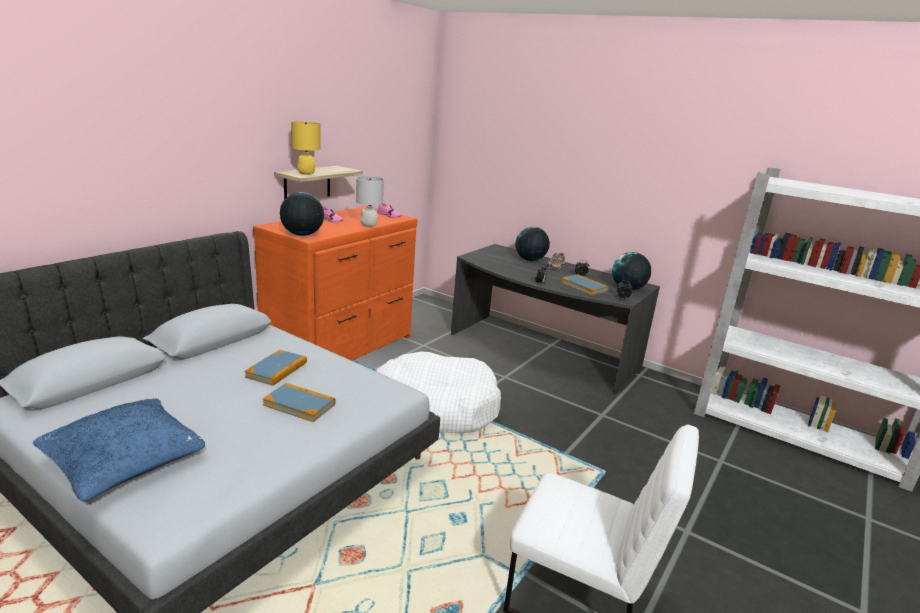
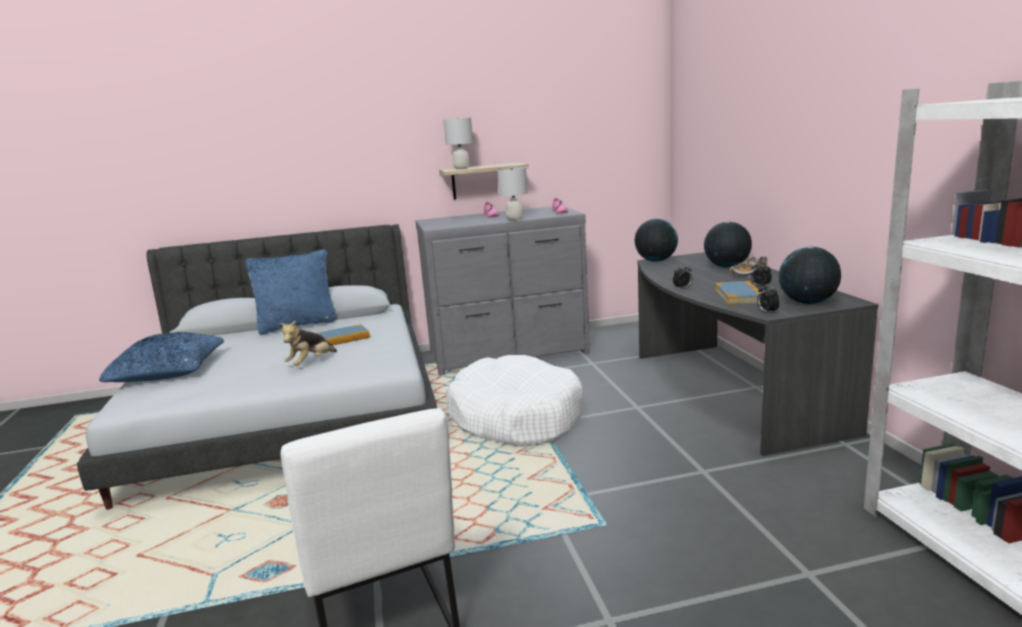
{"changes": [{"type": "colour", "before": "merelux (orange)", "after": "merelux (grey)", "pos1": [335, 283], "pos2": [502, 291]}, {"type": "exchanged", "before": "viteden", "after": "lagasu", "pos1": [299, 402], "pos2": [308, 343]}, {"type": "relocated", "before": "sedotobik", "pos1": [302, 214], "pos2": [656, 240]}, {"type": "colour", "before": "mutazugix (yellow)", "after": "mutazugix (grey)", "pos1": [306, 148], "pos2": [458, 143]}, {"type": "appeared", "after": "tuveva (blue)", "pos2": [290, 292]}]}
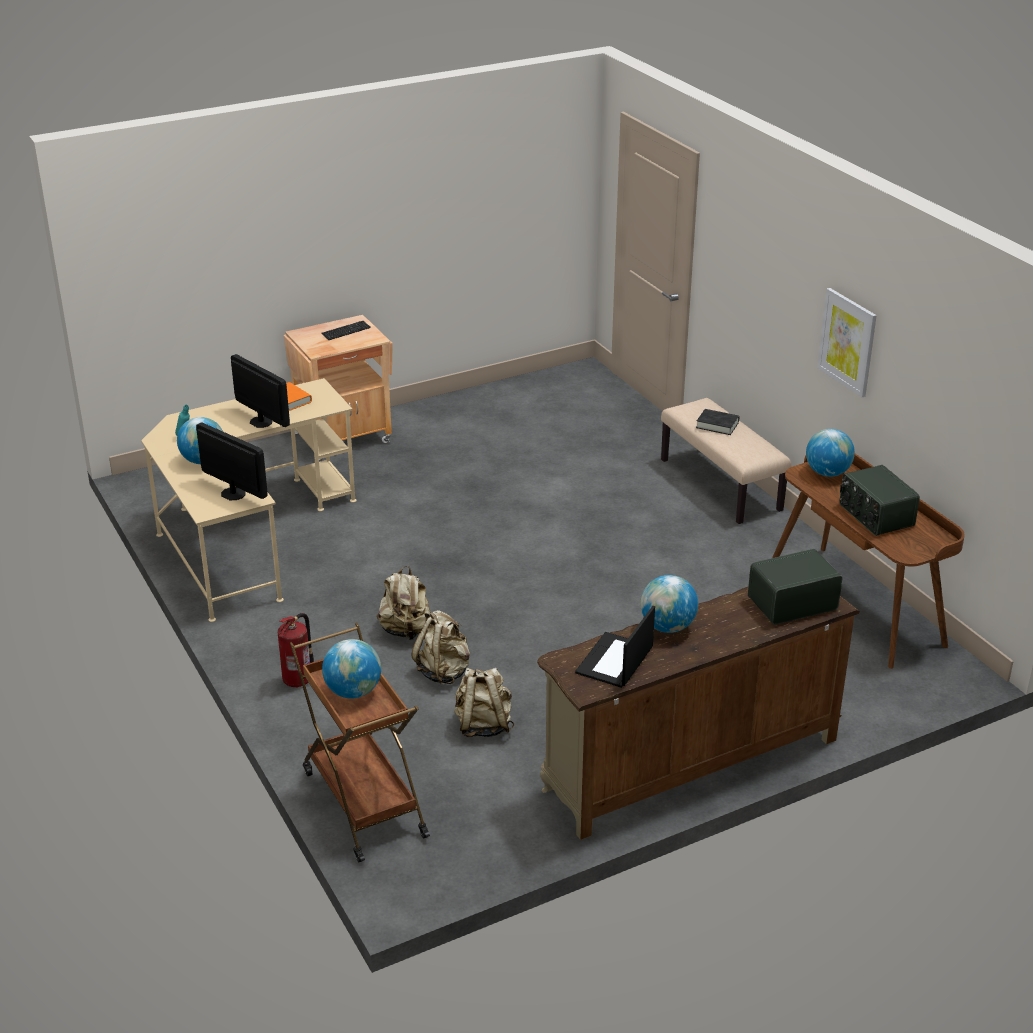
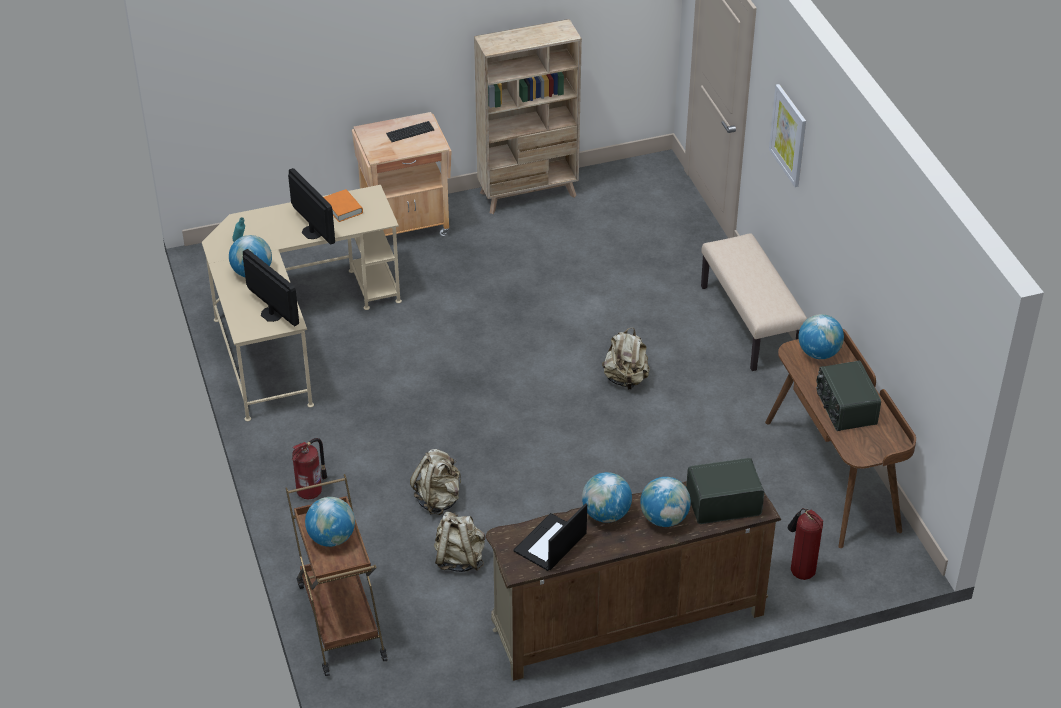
{"changes": [{"type": "relocated", "before": "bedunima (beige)", "pos1": [404, 603], "pos2": [626, 359]}, {"type": "missing", "before": "viteden (black)", "pos1": [717, 422]}, {"type": "relocated", "before": "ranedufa", "pos1": [847, 342], "pos2": [787, 135]}, {"type": "appeared", "after": "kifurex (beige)", "pos2": [528, 116]}, {"type": "appeared", "after": "sedotobik", "pos2": [665, 502]}, {"type": "appeared", "after": "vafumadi", "pos2": [805, 544]}]}
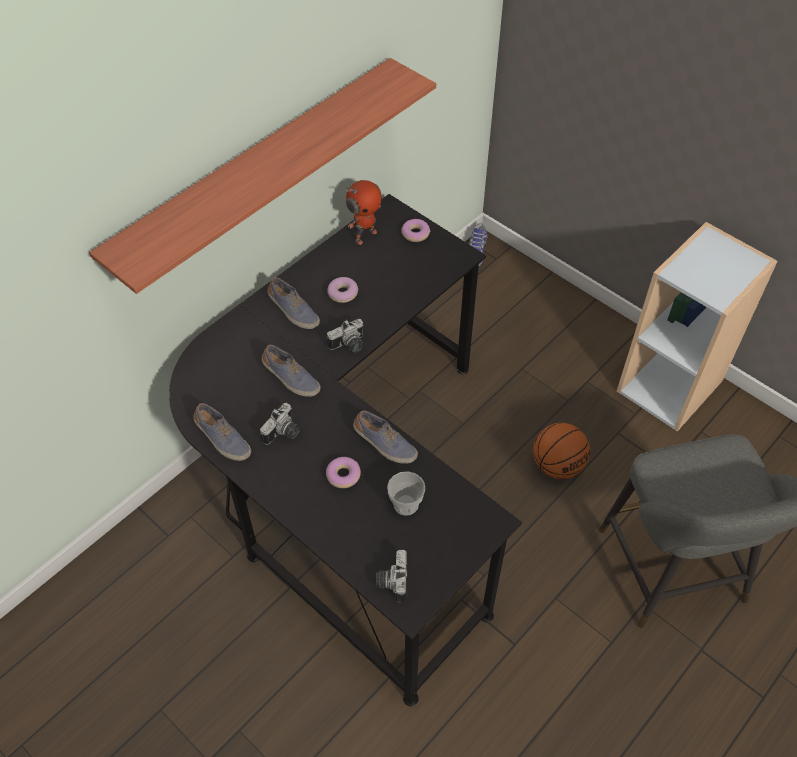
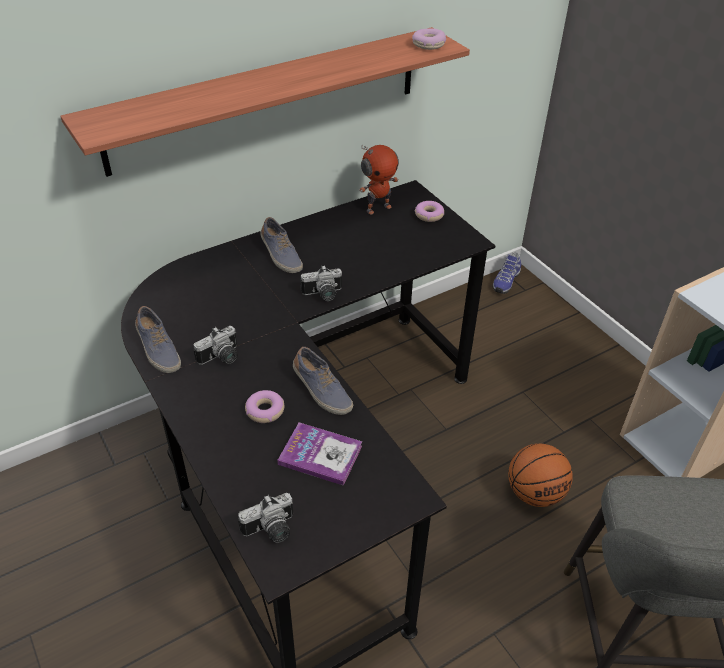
{"changes": [{"type": "missing", "before": "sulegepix", "pos1": [291, 371]}, {"type": "relocated", "before": "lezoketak", "pos1": [342, 290], "pos2": [429, 39]}, {"type": "spun", "before": "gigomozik", "pos1": [391, 576], "pos2": [265, 518], "turn": -135}, {"type": "exchanged", "before": "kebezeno", "after": "viteden", "pos1": [406, 493], "pos2": [319, 454]}]}
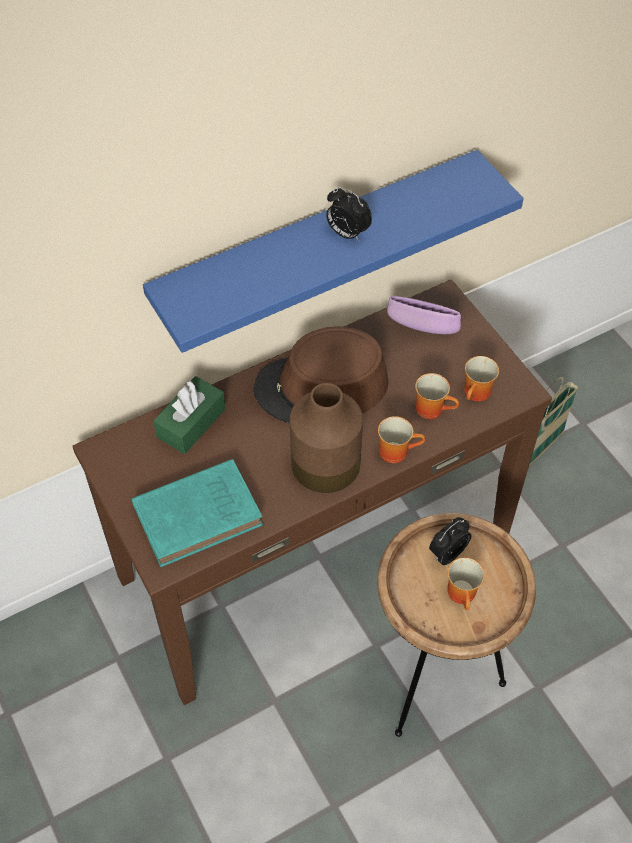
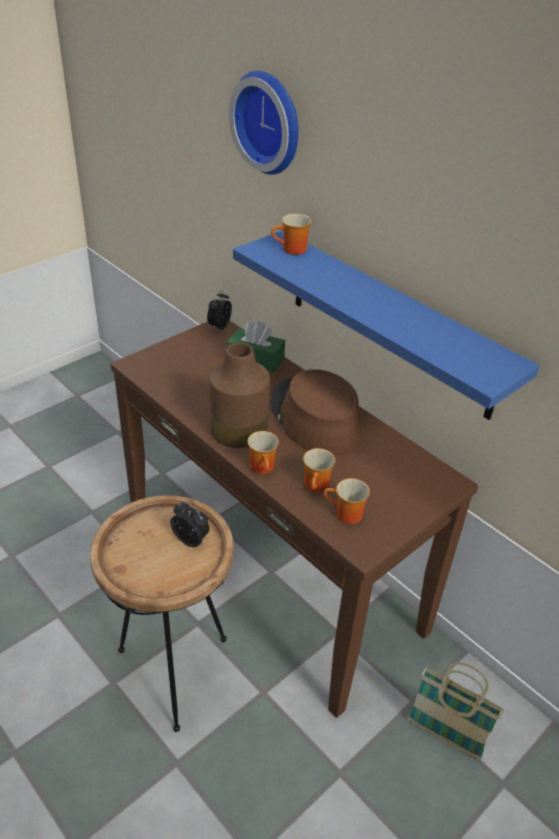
{"changes": [{"type": "missing", "before": "viteden (turquoise)", "pos1": [197, 513]}, {"type": "relocated", "before": "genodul", "pos1": [349, 214], "pos2": [219, 311]}, {"type": "missing", "before": "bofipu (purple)", "pos1": [424, 315]}, {"type": "relocated", "before": "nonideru", "pos1": [466, 584], "pos2": [291, 234]}, {"type": "appeared", "after": "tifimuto", "pos2": [264, 123]}]}
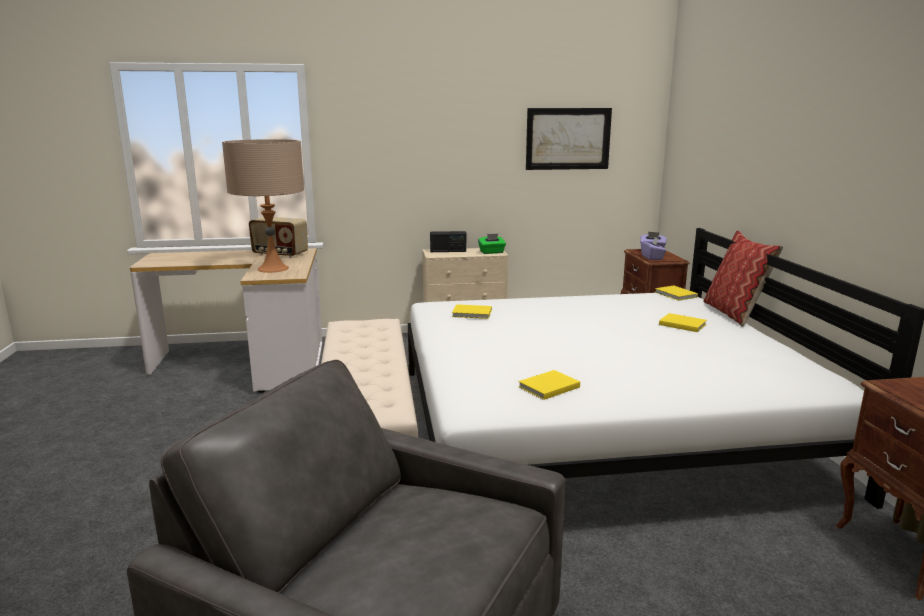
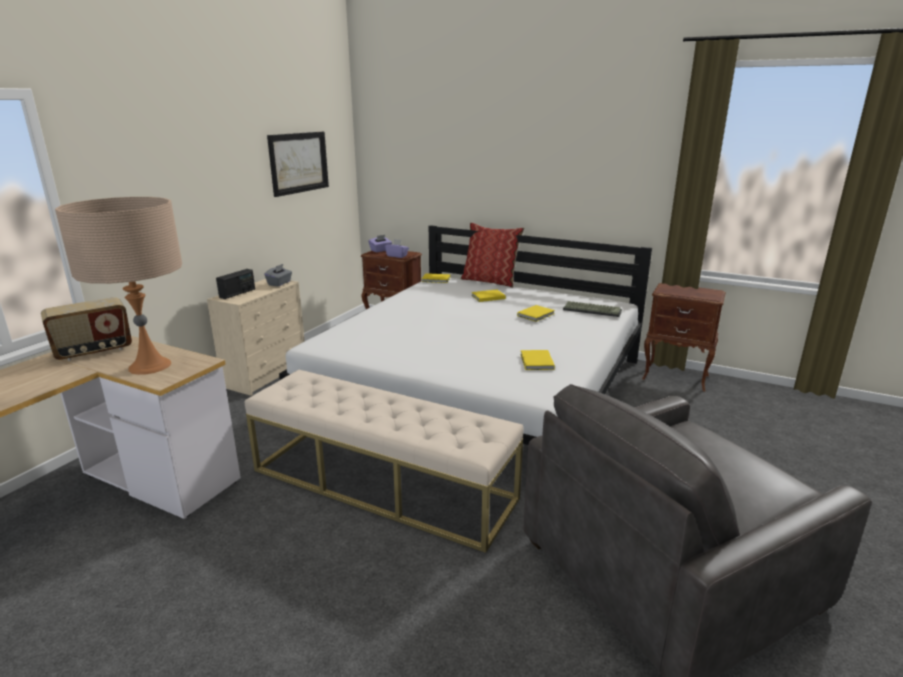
{"changes": [{"type": "relocated", "before": "viteden (yellow)", "pos1": [472, 311], "pos2": [536, 313]}, {"type": "colour", "before": "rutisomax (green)", "after": "rutisomax (grey)", "pos1": [492, 244], "pos2": [278, 275]}, {"type": "appeared", "after": "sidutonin", "pos2": [592, 309]}]}
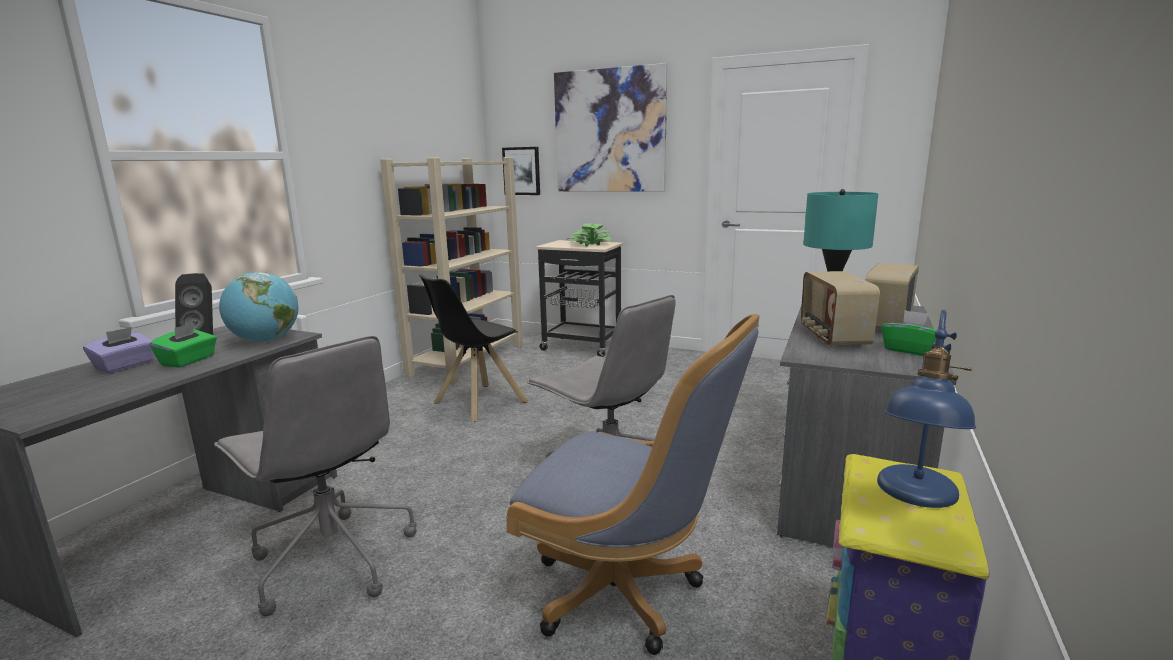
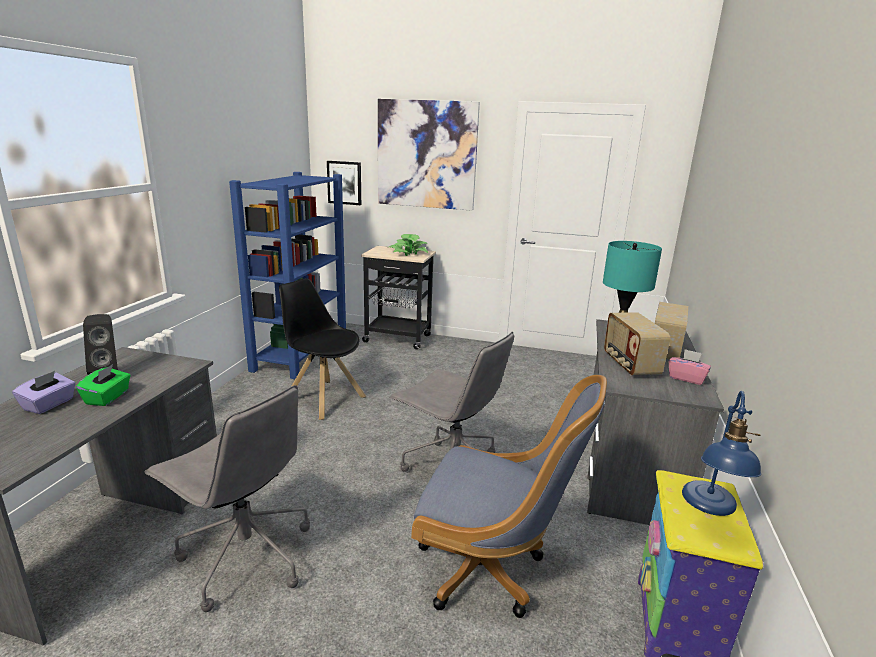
{"changes": [{"type": "missing", "before": "sedotobik", "pos1": [258, 307]}, {"type": "colour", "before": "kifurex (beige)", "after": "kifurex (blue)", "pos1": [451, 271], "pos2": [287, 275]}, {"type": "spun", "before": "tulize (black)", "pos1": [473, 348], "pos2": [322, 349], "turn": 90}, {"type": "colour", "before": "rutisomax (green)", "after": "rutisomax (pink)", "pos1": [908, 333], "pos2": [690, 367]}]}
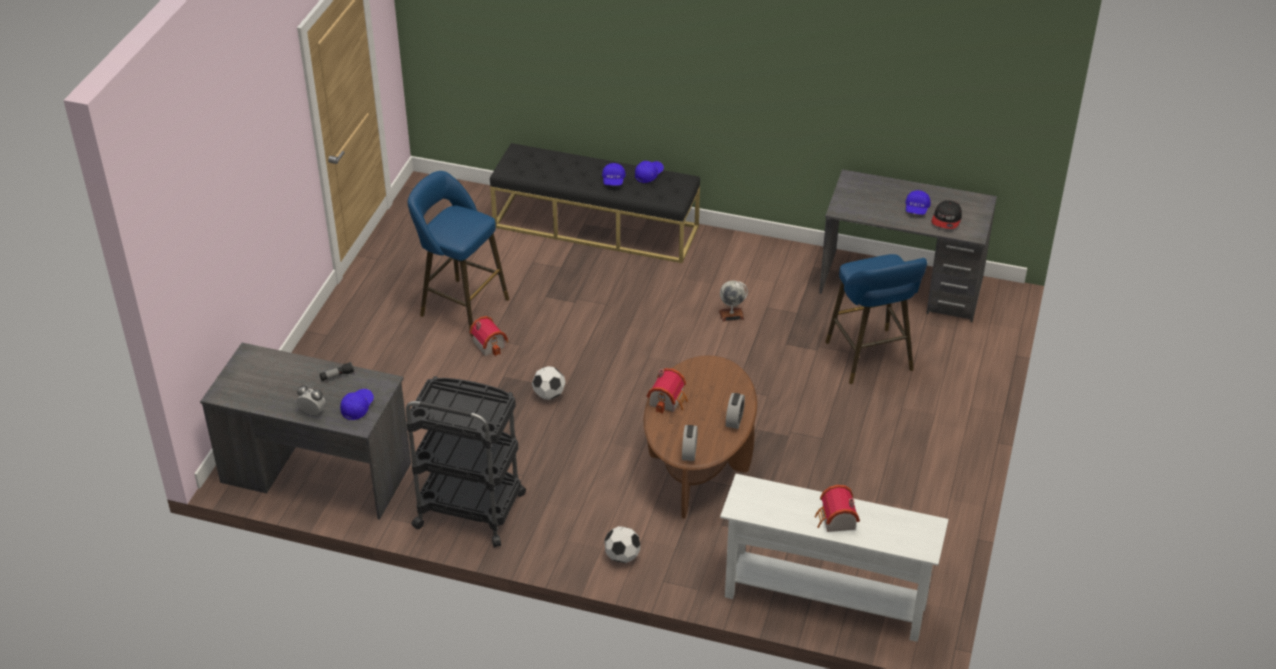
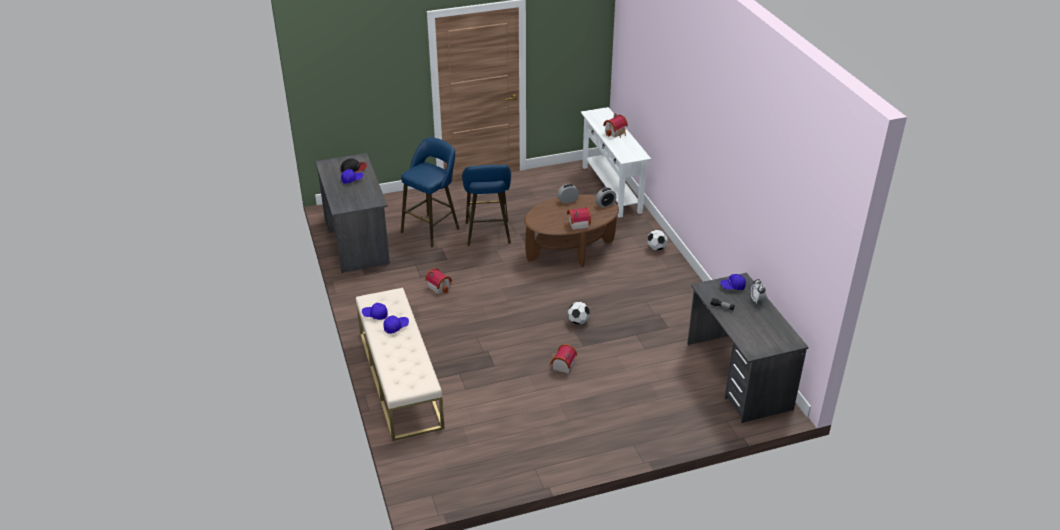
{"changes": [{"type": "missing", "before": "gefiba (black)", "pos1": [466, 461]}, {"type": "relocated", "before": "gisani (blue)", "pos1": [458, 254], "pos2": [486, 205]}, {"type": "colour", "before": "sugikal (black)", "after": "sugikal (beige)", "pos1": [595, 203], "pos2": [400, 364]}, {"type": "exchanged", "before": "sedotobik", "after": "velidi", "pos1": [733, 301], "pos2": [438, 281]}]}
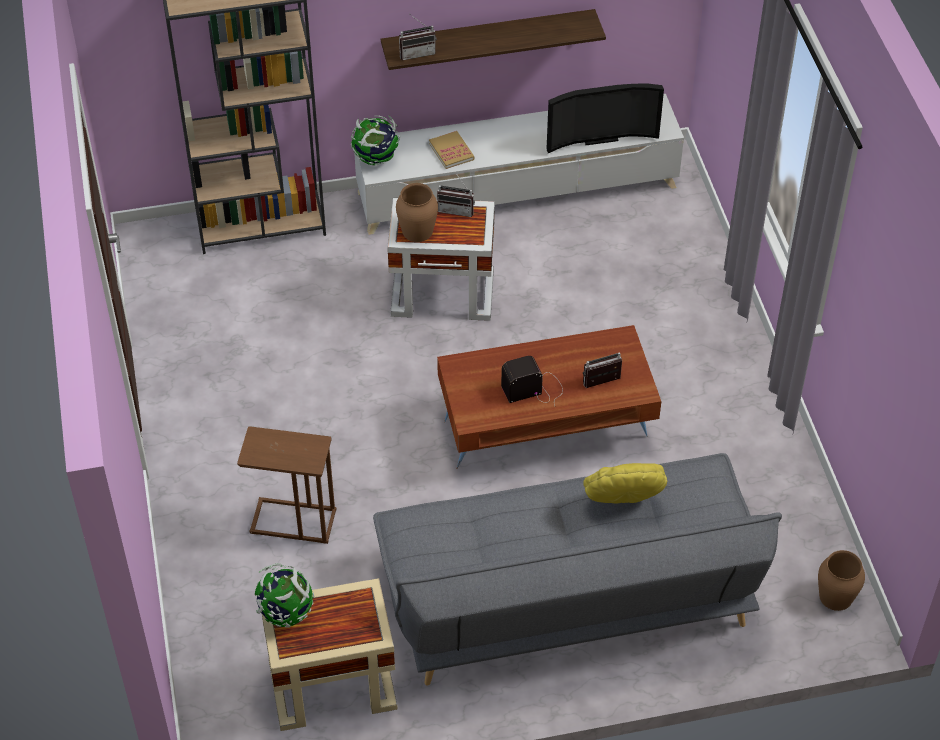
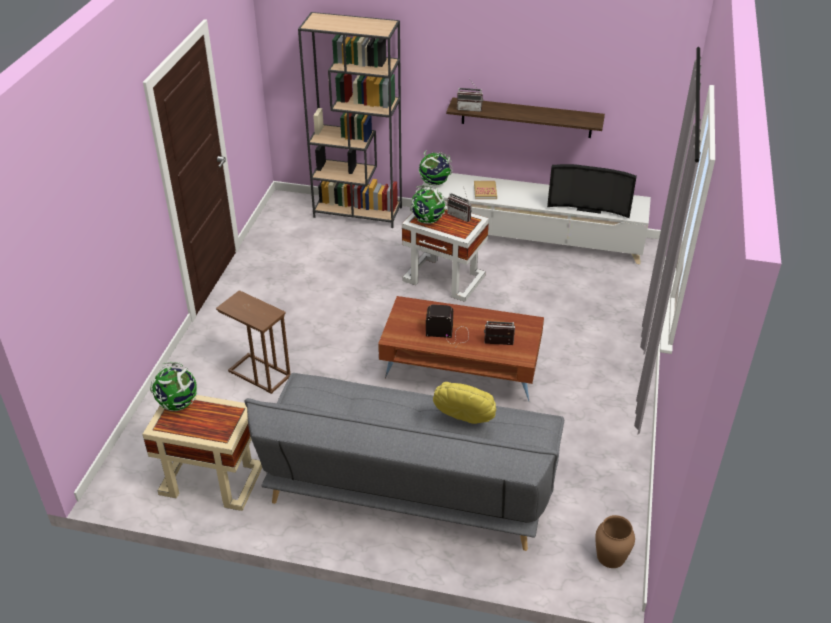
{"changes": [{"type": "exchanged", "before": "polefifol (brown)", "after": "sedotobik", "pos1": [417, 212], "pos2": [428, 204]}]}
